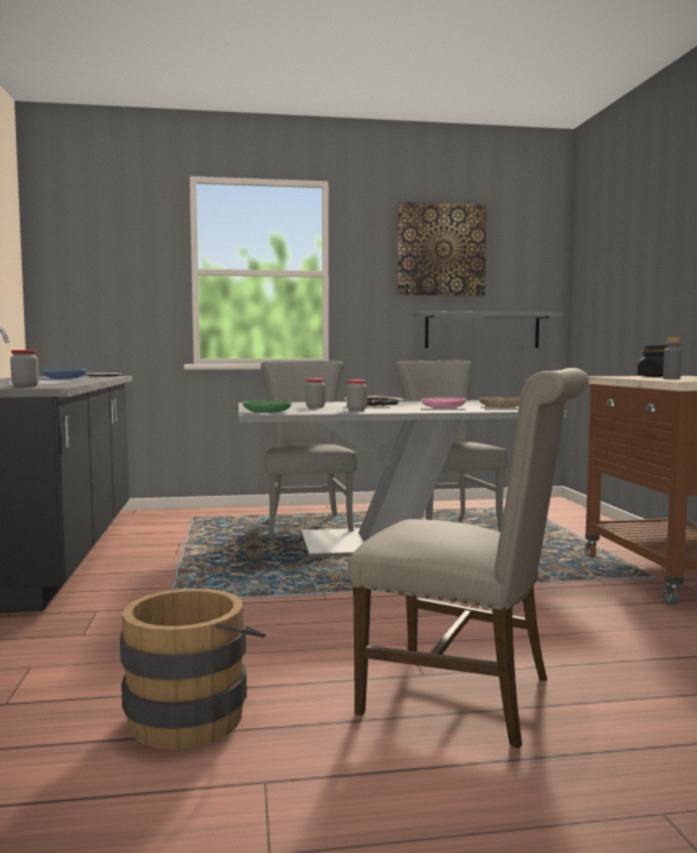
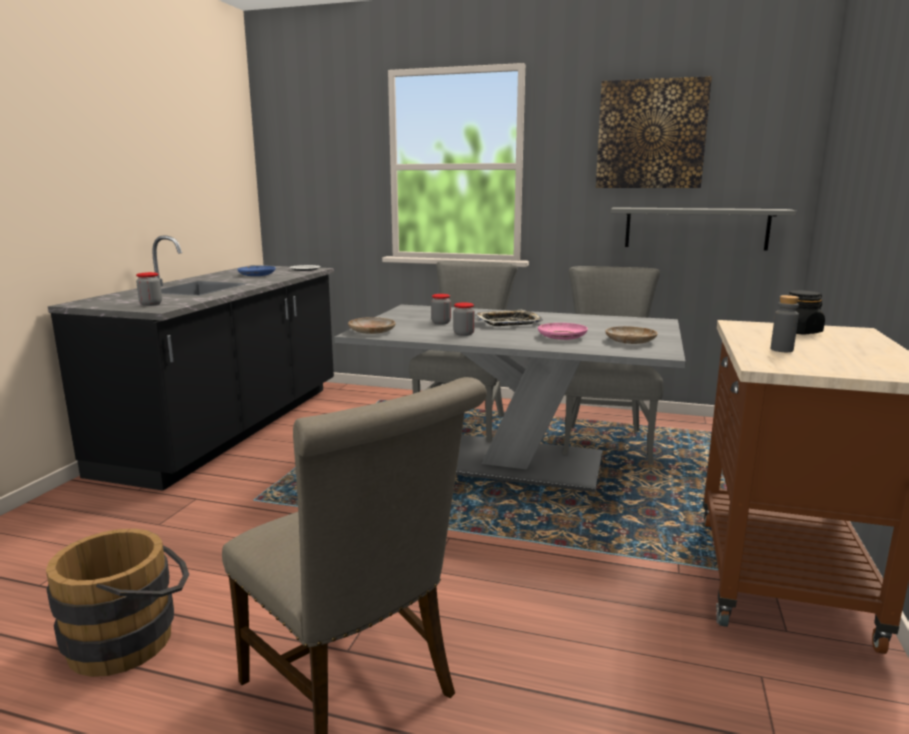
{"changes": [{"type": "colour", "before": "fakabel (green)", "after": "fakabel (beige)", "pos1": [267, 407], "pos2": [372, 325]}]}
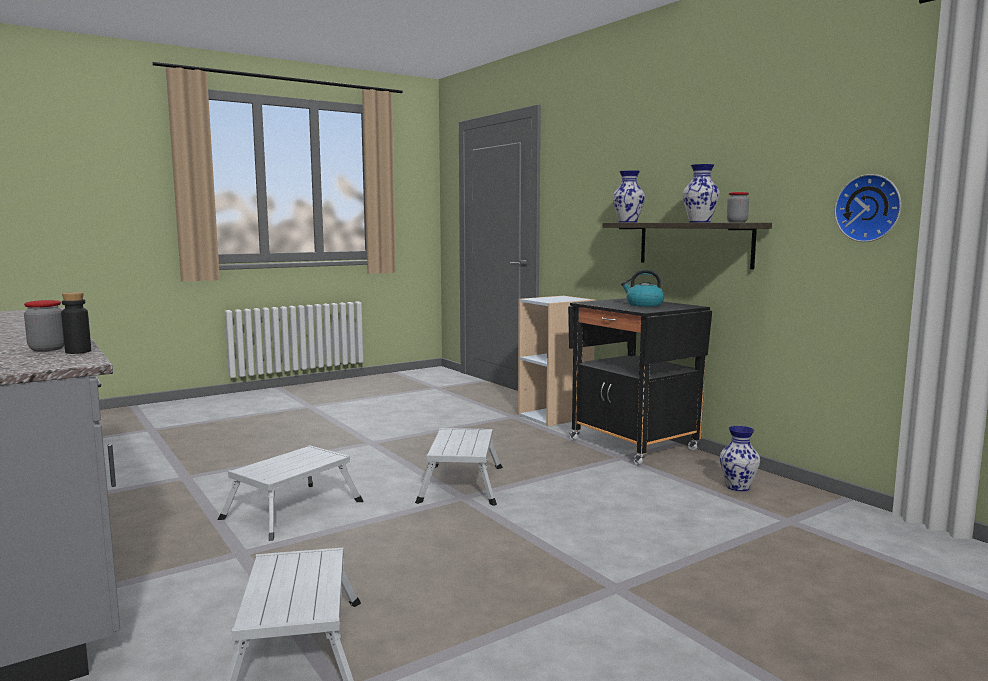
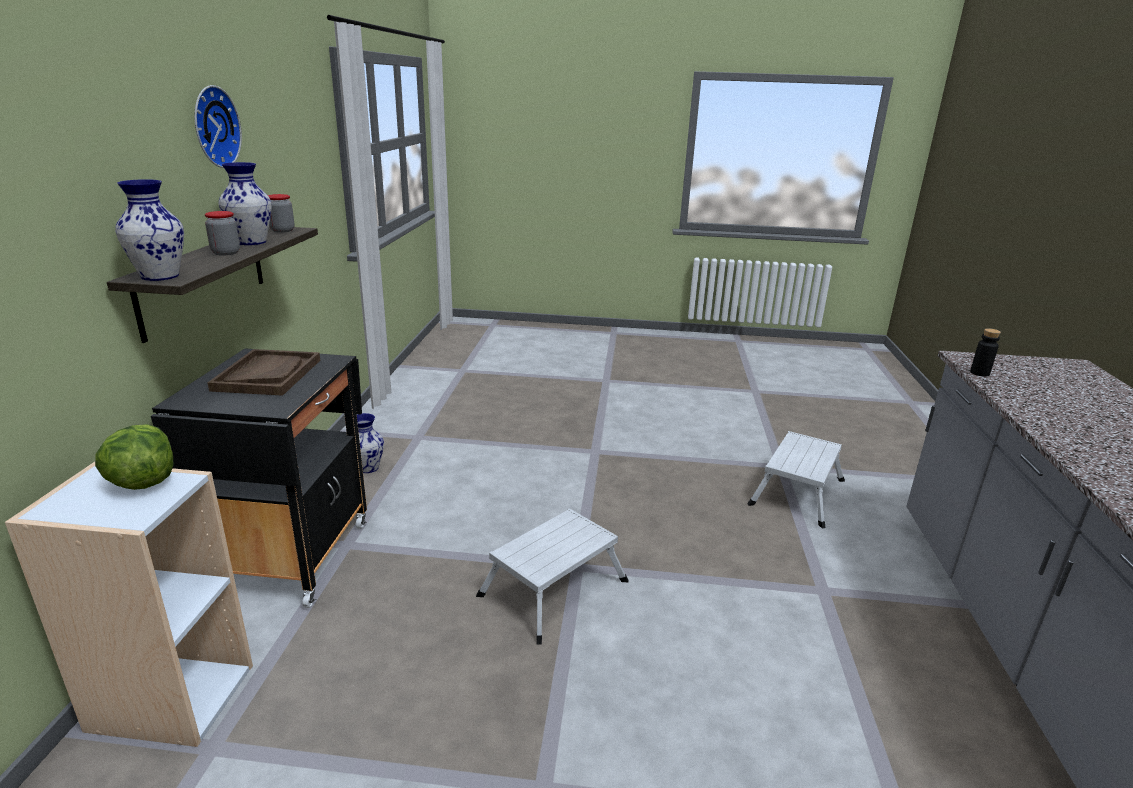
{"changes": [{"type": "relocated", "before": "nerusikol", "pos1": [44, 325], "pos2": [222, 233]}, {"type": "missing", "before": "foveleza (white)", "pos1": [290, 493]}, {"type": "exchanged", "before": "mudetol", "after": "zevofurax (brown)", "pos1": [642, 288], "pos2": [264, 372]}, {"type": "relocated", "before": "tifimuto", "pos1": [867, 208], "pos2": [218, 126]}, {"type": "appeared", "after": "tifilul", "pos2": [134, 457]}]}
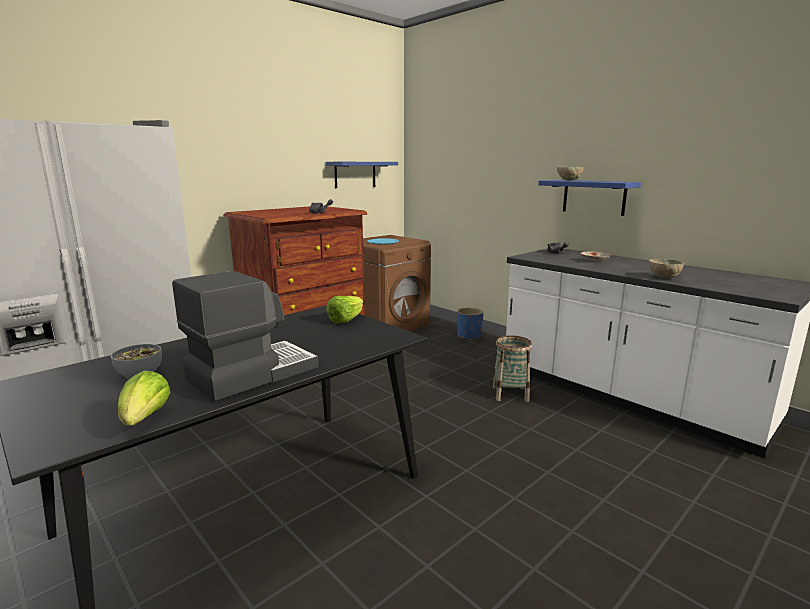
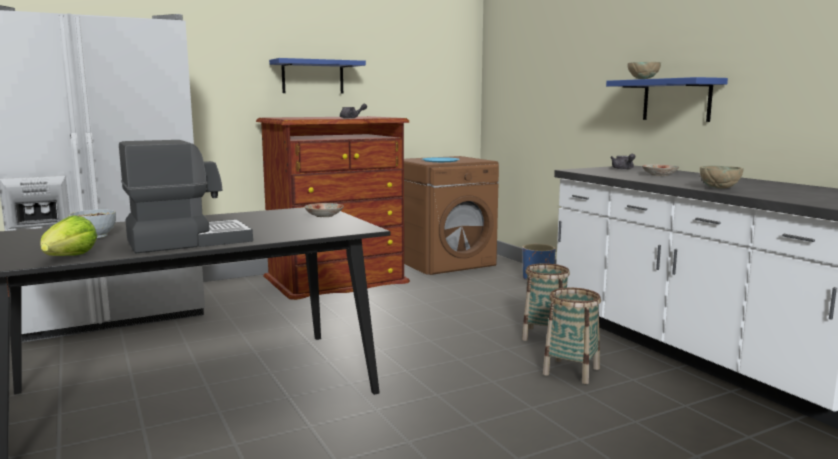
{"changes": [{"type": "relocated", "before": "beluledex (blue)", "pos1": [362, 175], "pos2": [317, 76]}, {"type": "exchanged", "before": "tifilul", "after": "fakabel", "pos1": [344, 310], "pos2": [324, 210]}, {"type": "appeared", "after": "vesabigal", "pos2": [572, 335]}]}
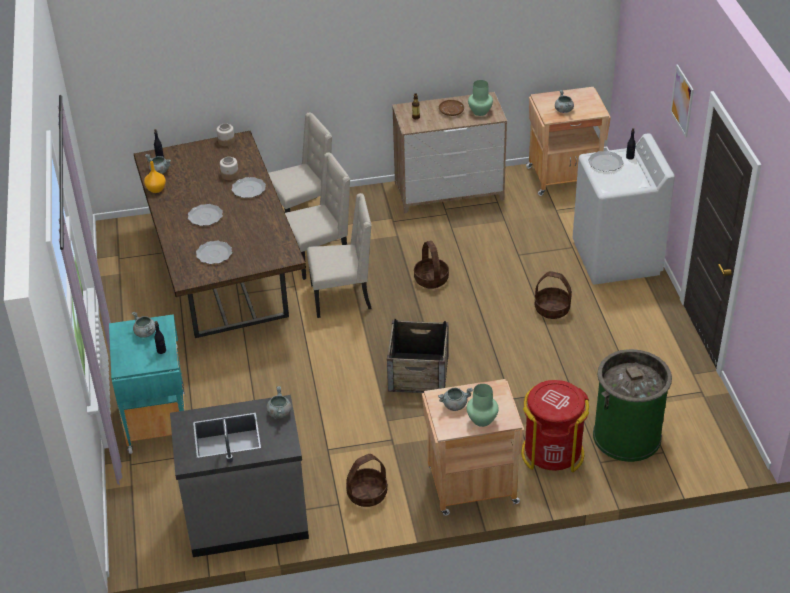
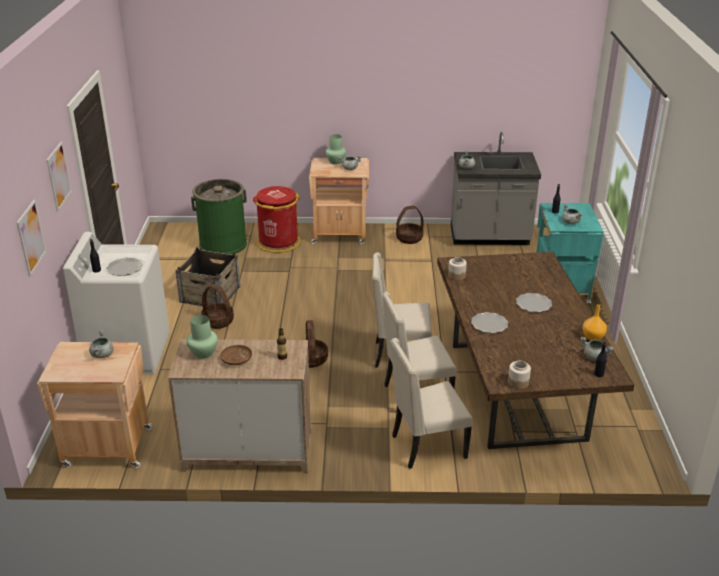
{"changes": [{"type": "missing", "before": "fakabel", "pos1": [214, 252]}, {"type": "relocated", "before": "nerusikol", "pos1": [229, 168], "pos2": [457, 269]}, {"type": "relocated", "before": "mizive", "pos1": [418, 356], "pos2": [208, 276]}, {"type": "appeared", "after": "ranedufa", "pos2": [32, 238]}]}
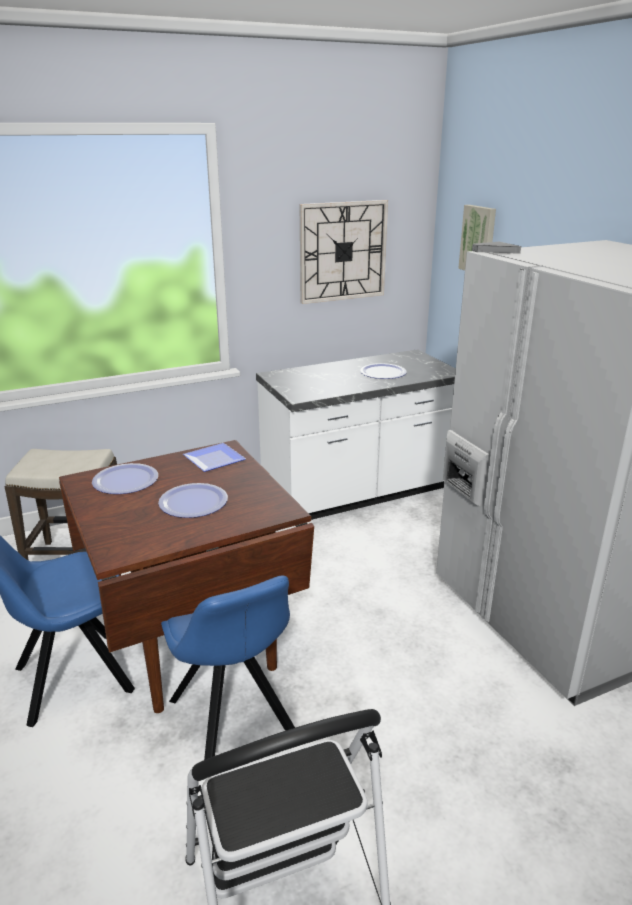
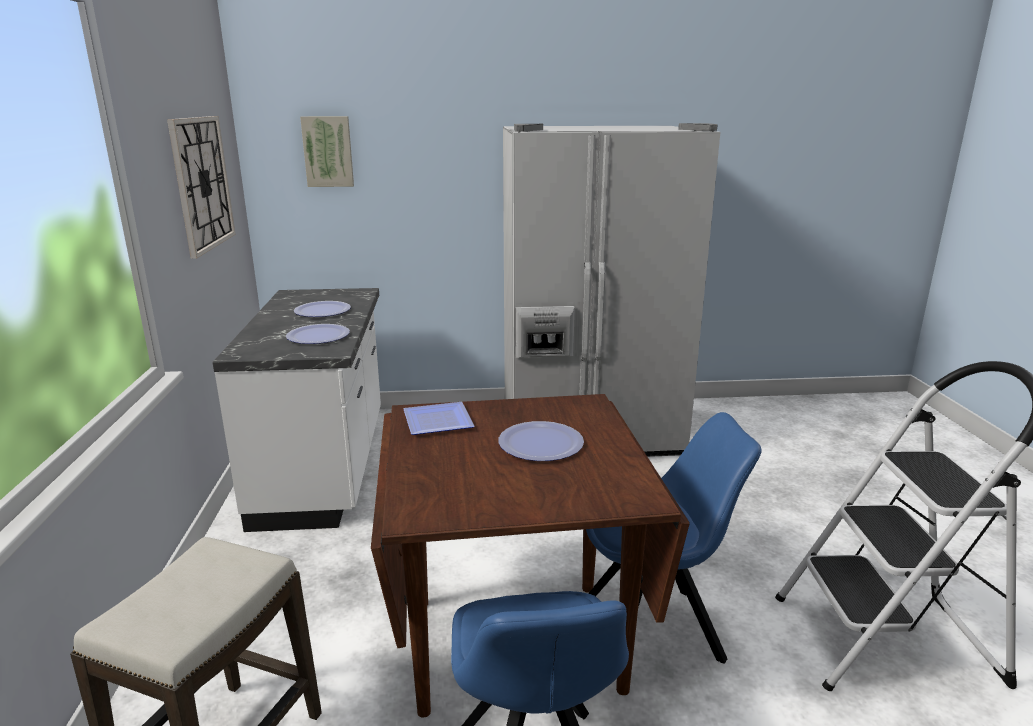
{"changes": [{"type": "relocated", "before": "fakabel", "pos1": [125, 478], "pos2": [318, 334]}]}
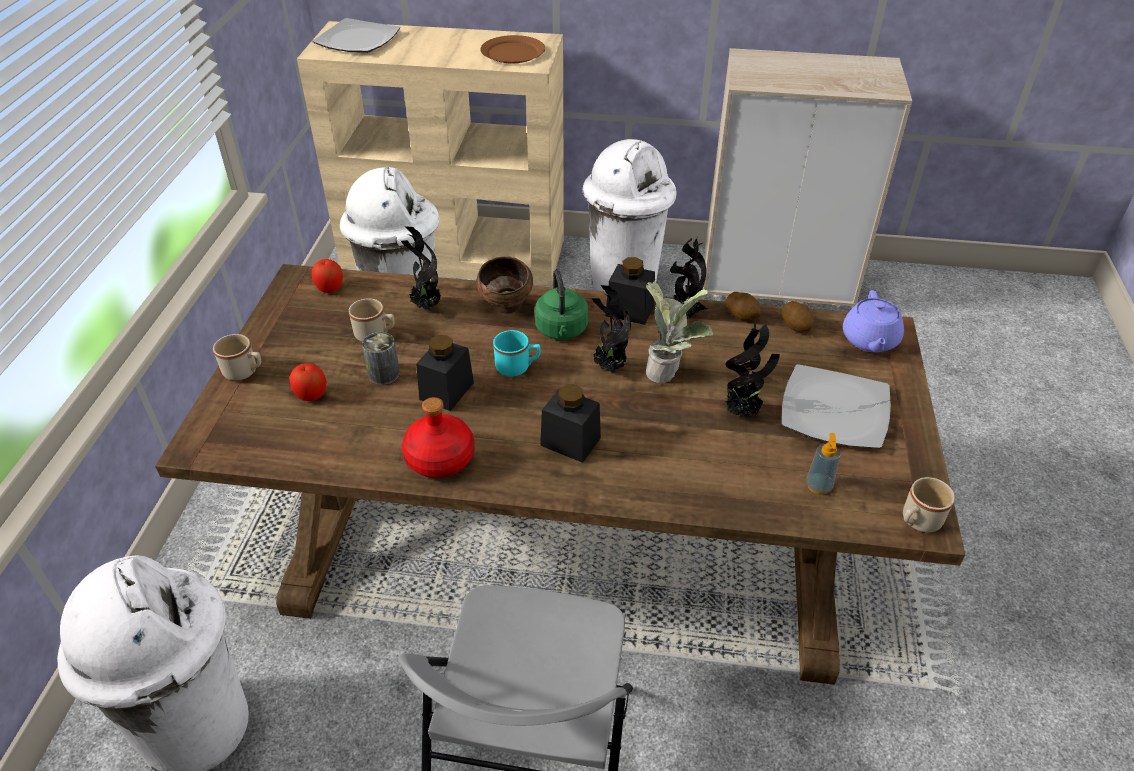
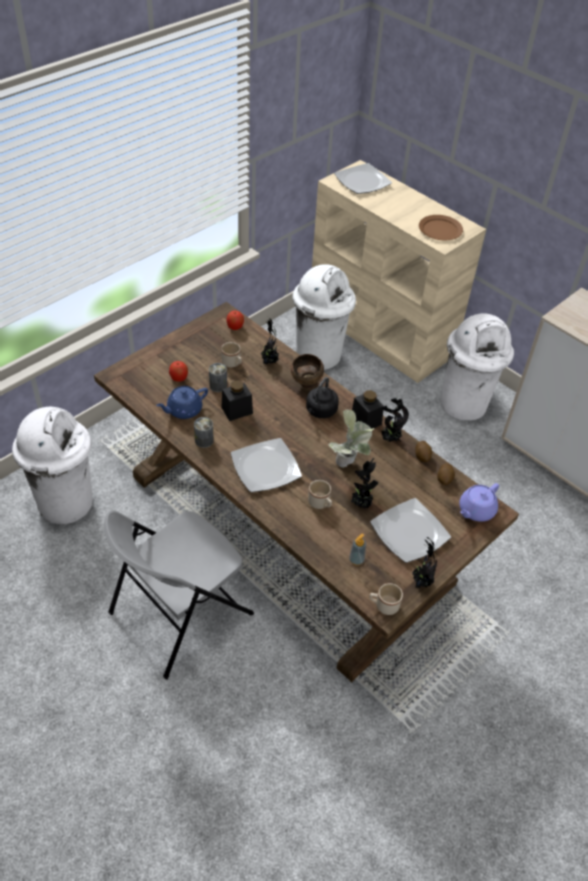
{"changes": [{"type": "relocated", "before": "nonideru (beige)", "pos1": [237, 357], "pos2": [320, 494]}, {"type": "exchanged", "before": "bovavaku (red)", "after": "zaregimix", "pos1": [438, 437], "pos2": [204, 432]}, {"type": "missing", "before": "nonideru (turquoise)", "pos1": [517, 353]}, {"type": "colour", "before": "mudetol (green)", "after": "mudetol (black)", "pos1": [561, 304], "pos2": [322, 397]}, {"type": "exchanged", "before": "nerusikol (black)", "after": "fakabel", "pos1": [570, 423], "pos2": [266, 465]}, {"type": "relocated", "before": "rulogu", "pos1": [611, 329], "pos2": [423, 562]}, {"type": "appeared", "after": "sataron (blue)", "pos2": [182, 402]}]}
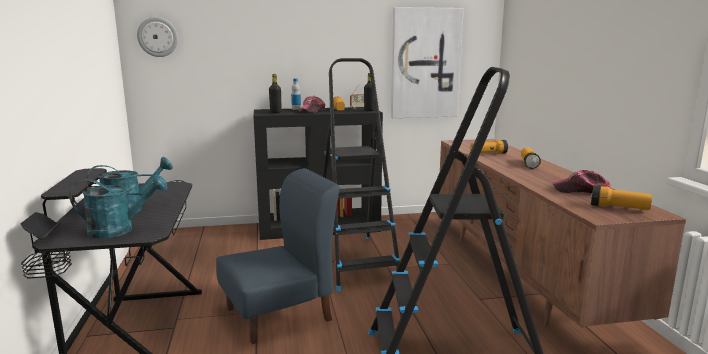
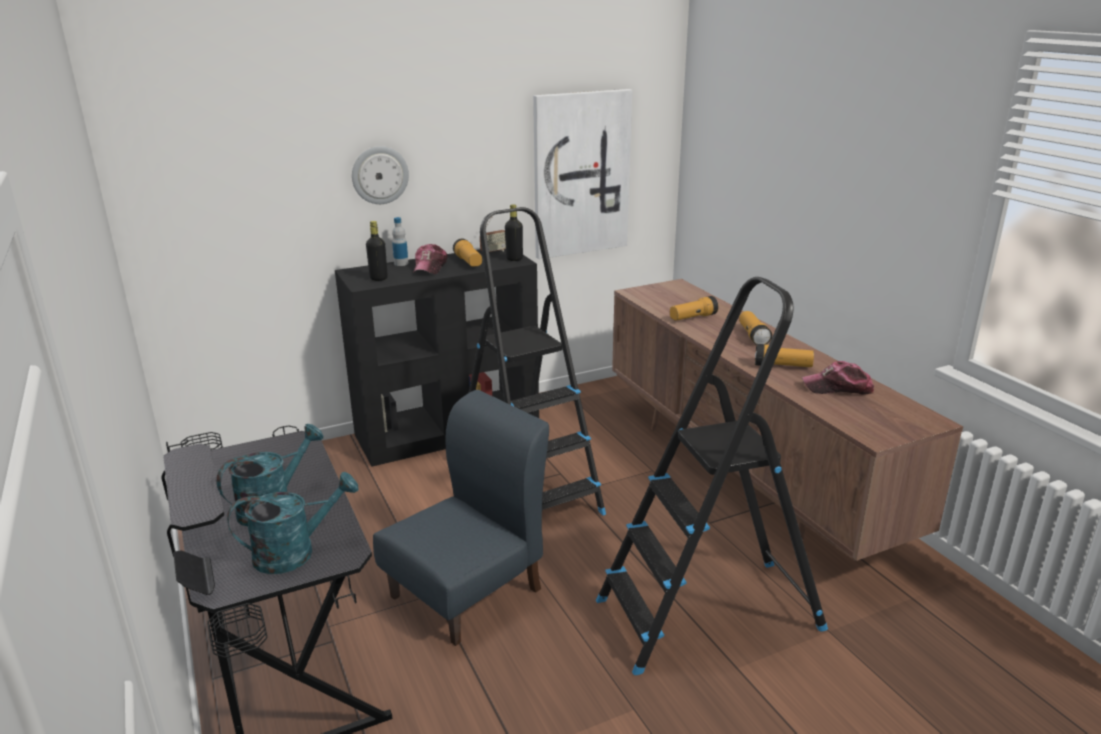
{"changes": [{"type": "relocated", "before": "tifimuto", "pos1": [157, 37], "pos2": [380, 175]}, {"type": "relocated", "before": "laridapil", "pos1": [621, 197], "pos2": [784, 355]}]}
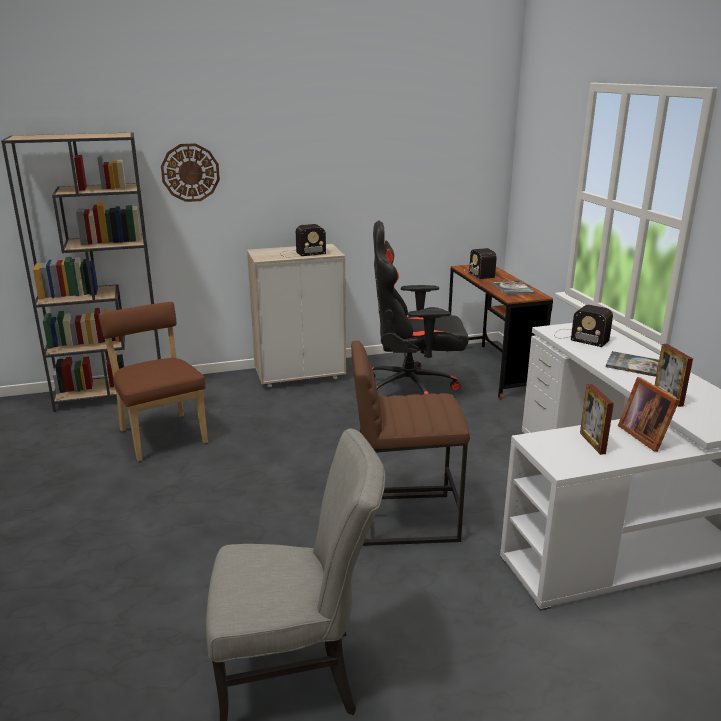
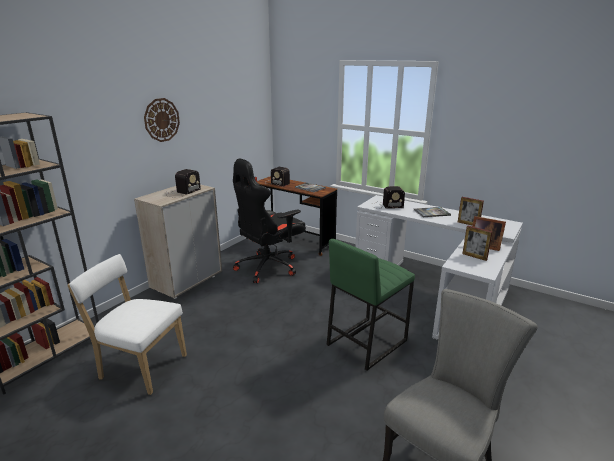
{"changes": [{"type": "colour", "before": "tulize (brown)", "after": "tulize (white)", "pos1": [153, 382], "pos2": [127, 324]}, {"type": "relocated", "before": "tifimuto", "pos1": [190, 172], "pos2": [162, 120]}, {"type": "colour", "before": "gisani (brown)", "after": "gisani (green)", "pos1": [410, 443], "pos2": [371, 305]}]}
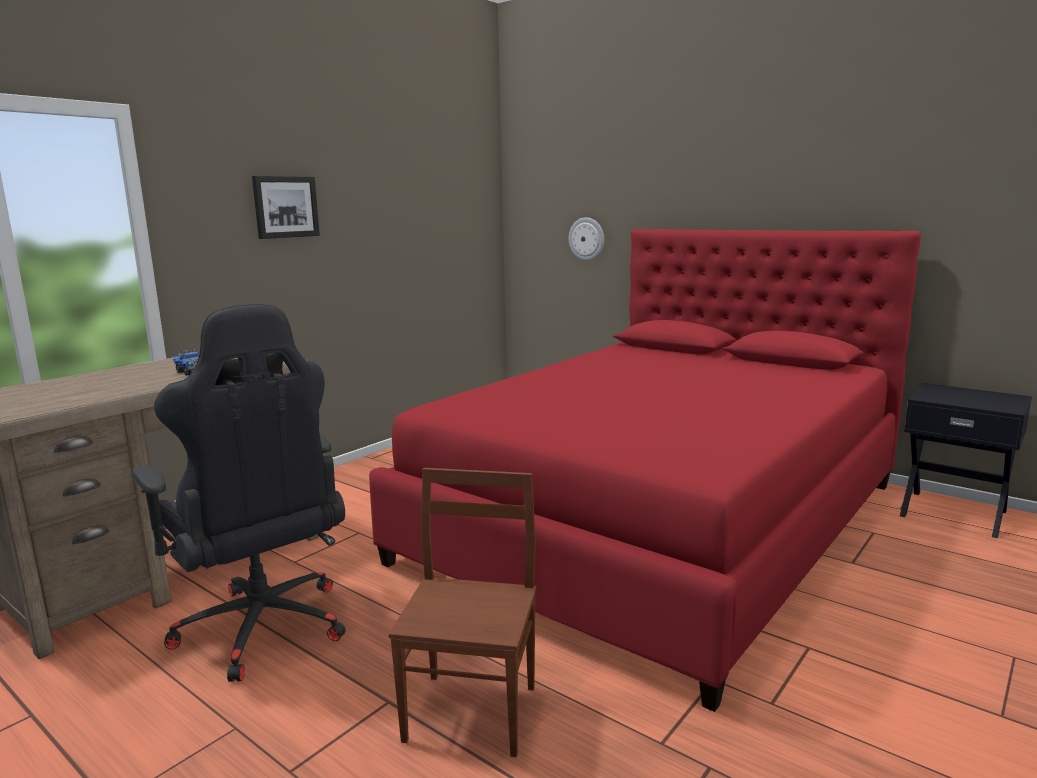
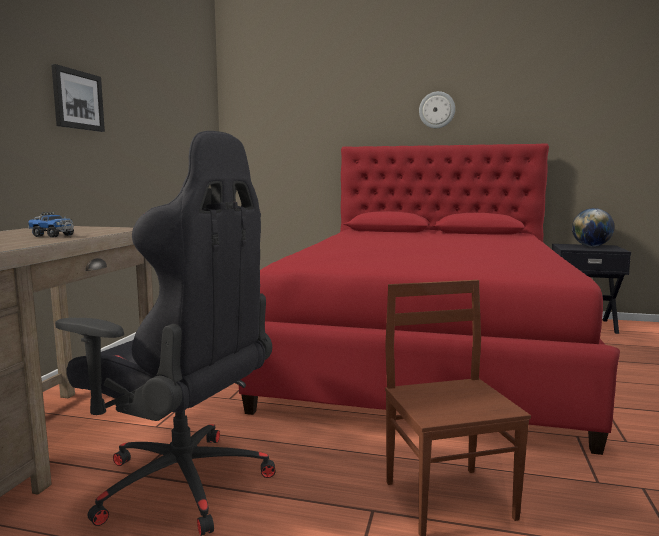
{"changes": [{"type": "relocated", "before": "tifimuto", "pos1": [586, 239], "pos2": [437, 109]}, {"type": "appeared", "after": "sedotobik", "pos2": [593, 227]}]}
